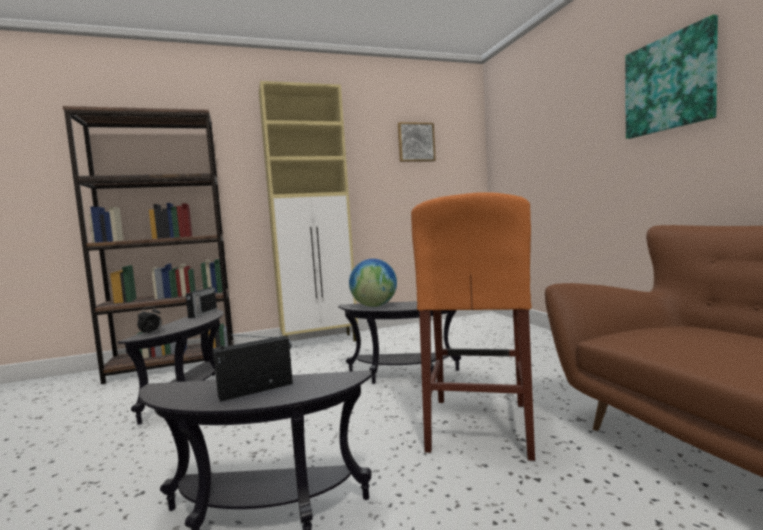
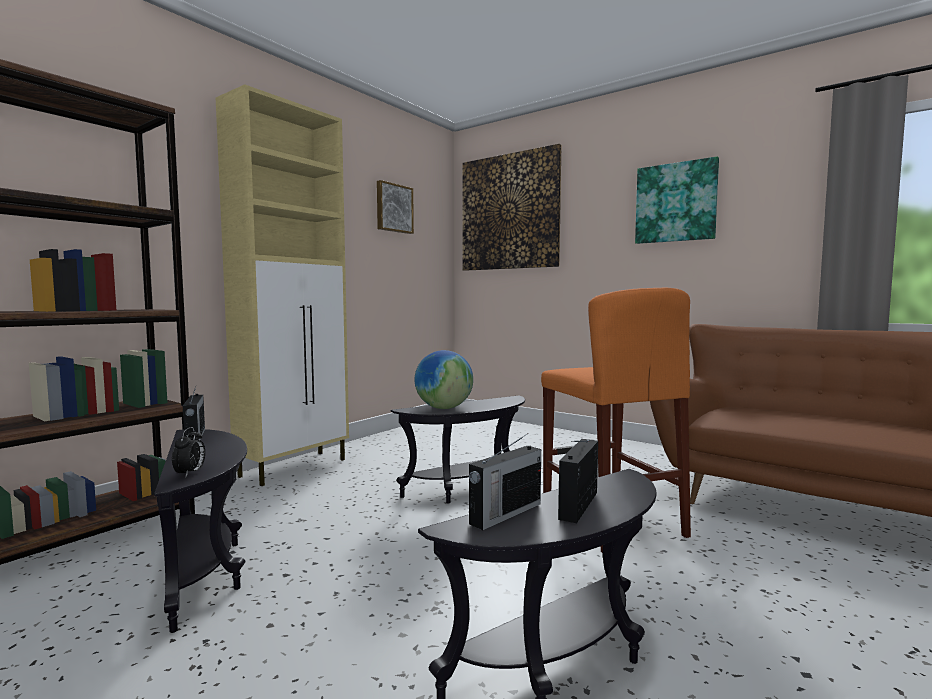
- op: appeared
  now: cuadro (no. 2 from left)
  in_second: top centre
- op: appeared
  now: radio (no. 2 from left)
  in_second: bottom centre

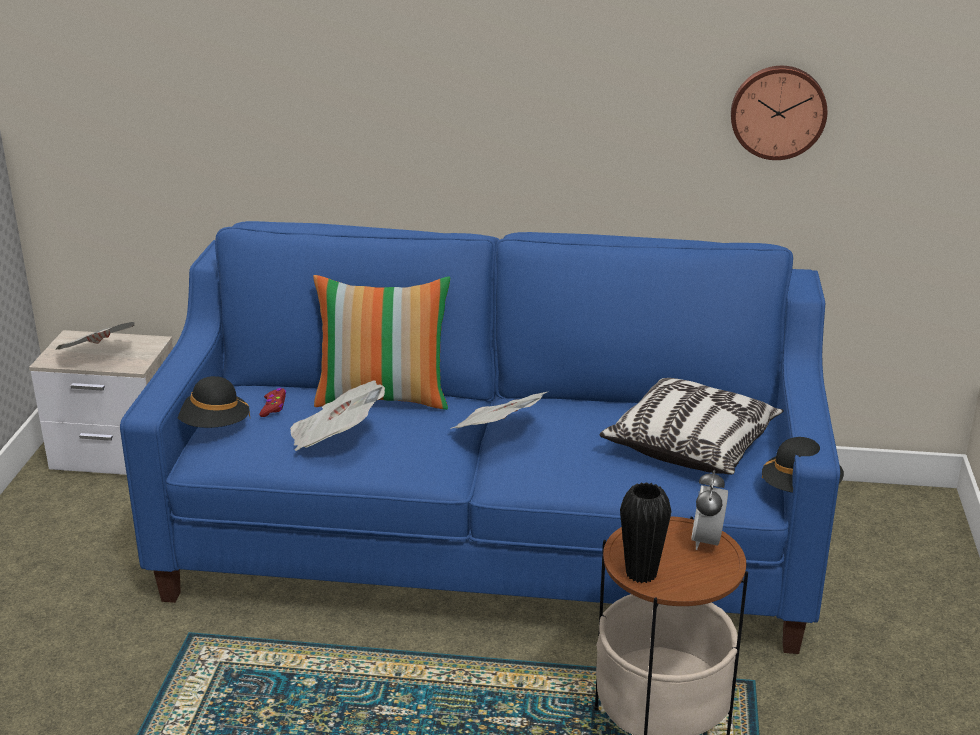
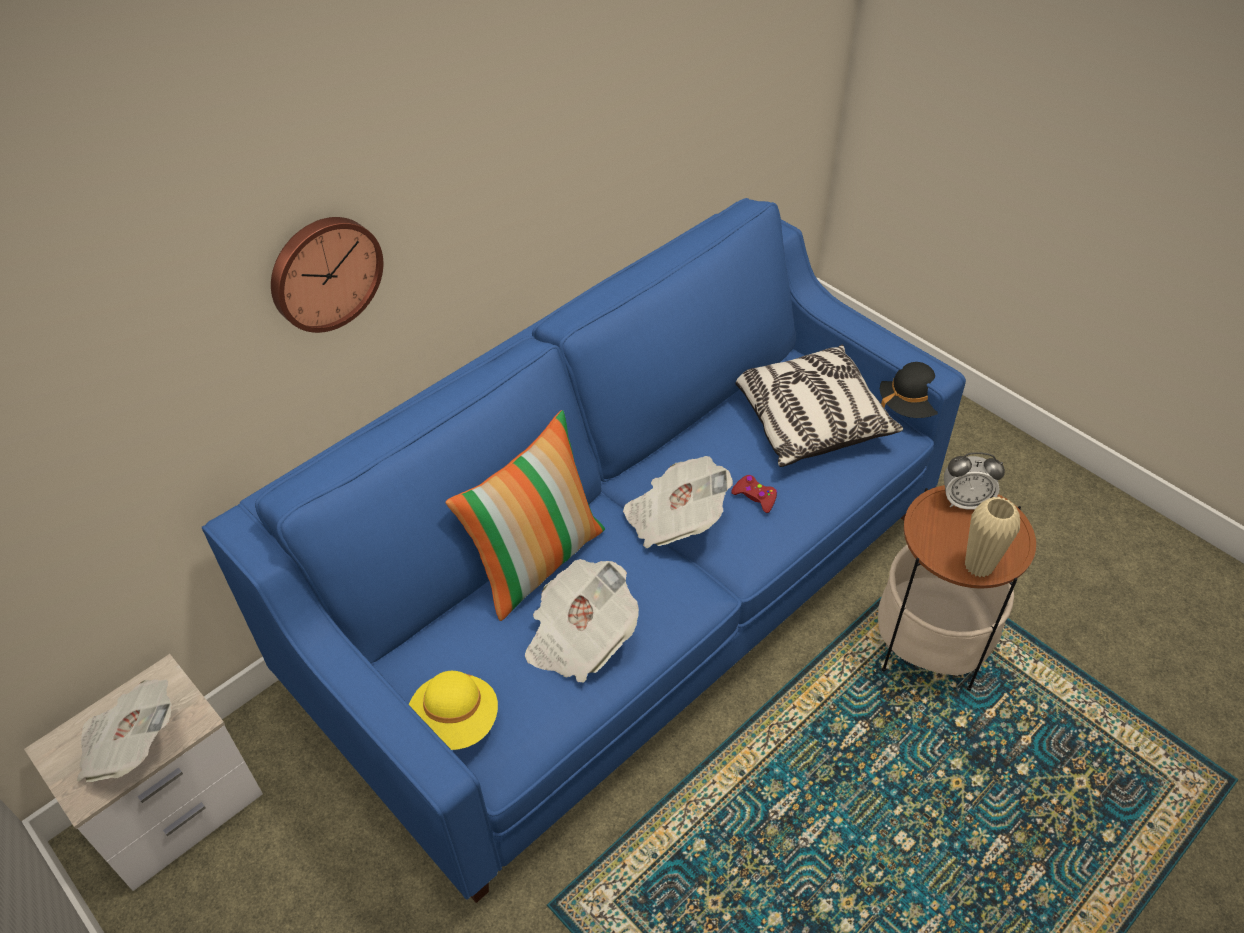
- op: colour
  was: sombrero/negro (no. 1 from left)
  now: sombrero/amarillo
  in_first: middle left
  in_second: bottom centre
- op: relocated
  was: mando de consola/rojo
  in_first: middle left
  in_second: centre
- op: colour
  was: florero/negro
  now: florero/beis
  in_first: bottom centre
  in_second: middle right
- op: spun
  was: despertador
  in_first: bottom right
  in_second: middle right
  clockwise: -45
- op: relocated
  was: reloj de pared
  in_first: top right
  in_second: top left

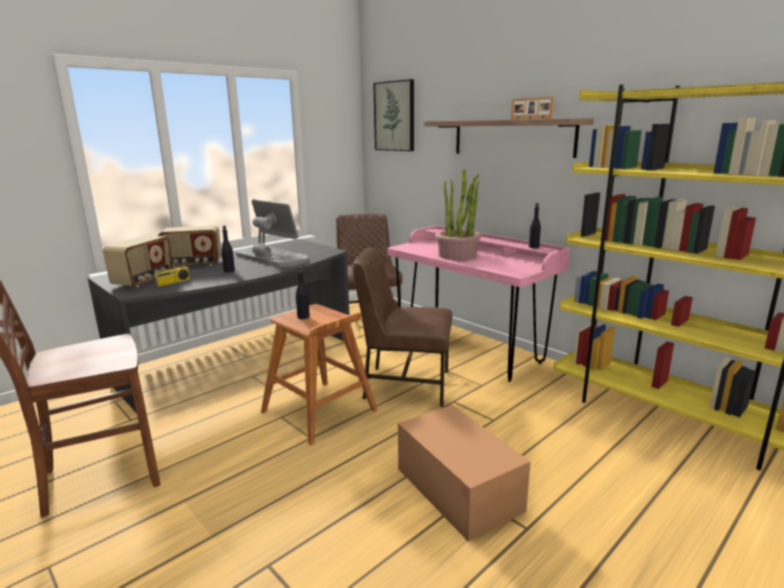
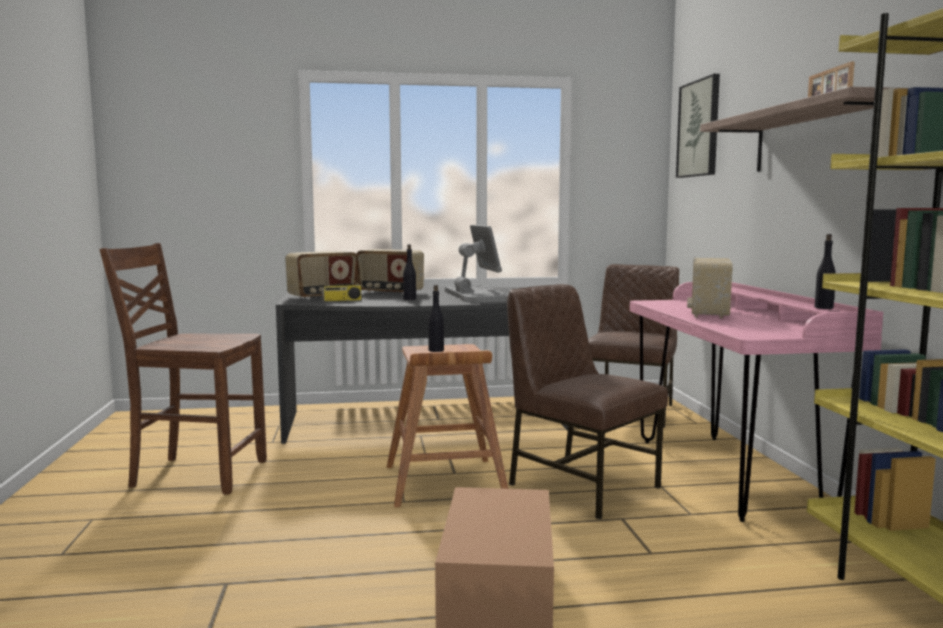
- op: exchanged
  was: planta en maceta
  now: radio (no. 4 from left)
  in_first: centre
  in_second: middle right

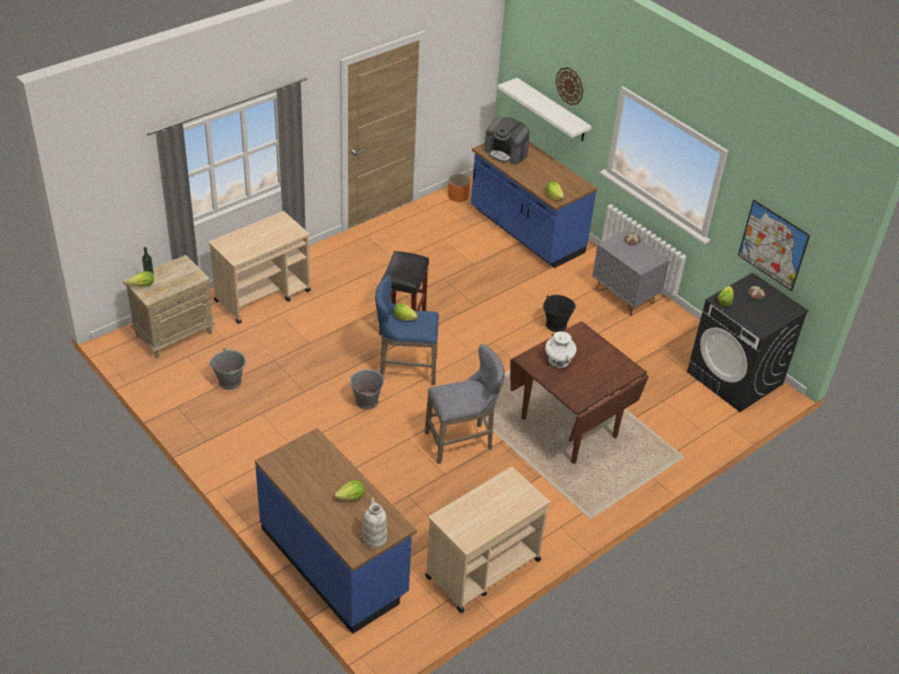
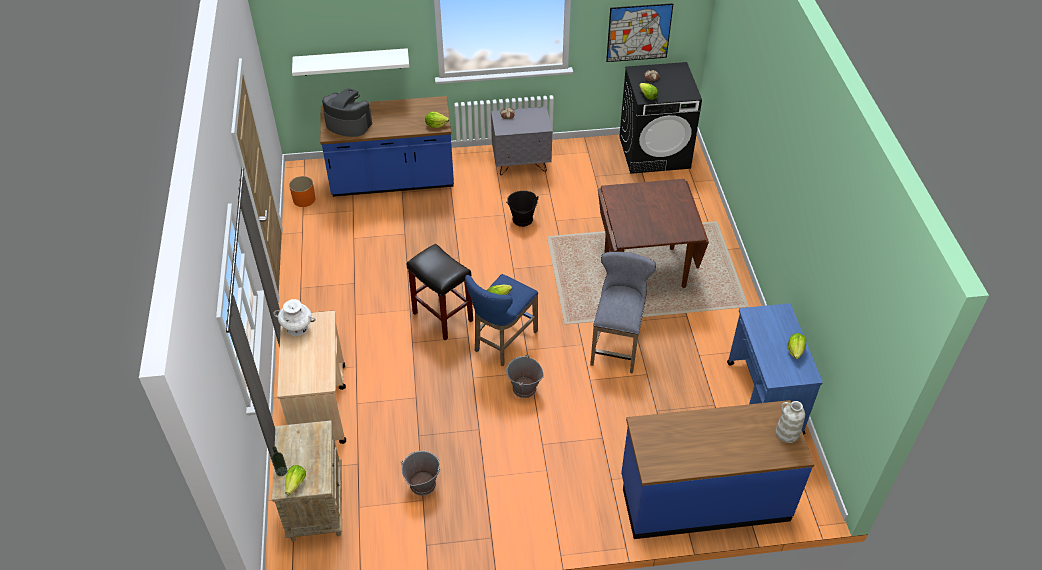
- op: relocated
  was: lechuga (no. 2 from left in the first image)
  now: lechuga (no. 5 from left)
  in_first: bottom centre
  in_second: middle right
- op: colour
  was: carrito/beis (no. 2 from left)
  now: carrito/azul
  in_first: bottom centre
  in_second: middle right
- op: spun
  was: cafetera
  in_first: top centre
  in_second: top left
  clockwise: -135
- op: relocated
  was: florero/blanco (no. 2 from left in the first image)
  now: florero/blanco (no. 1 from left)
  in_first: centre
  in_second: middle left
- op: missing
  was: reloj de pared
  in_first: top centre

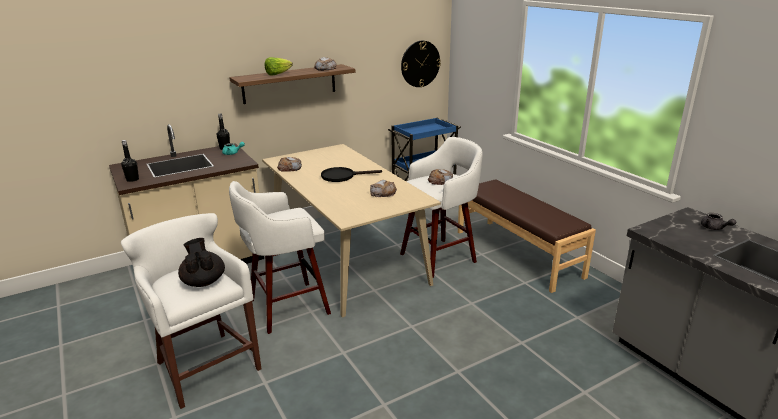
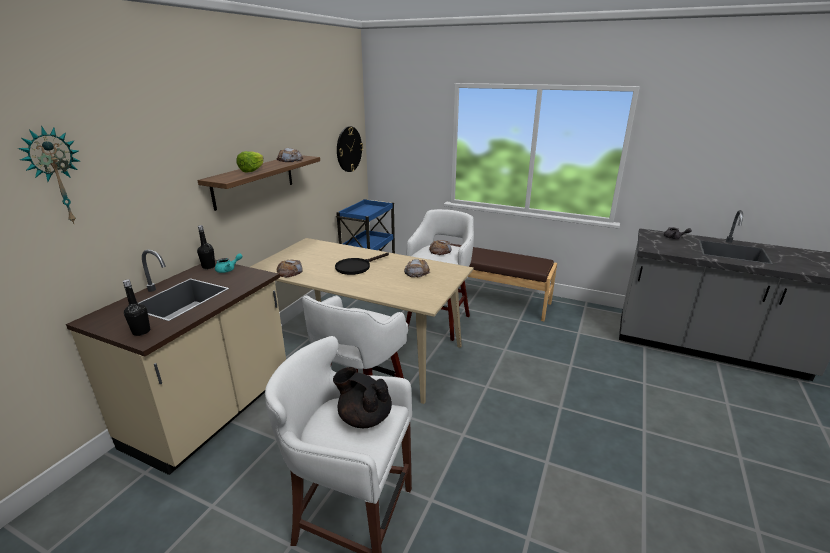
- op: appeared
  now: reloj de pared (no. 1 from left)
  in_second: top left

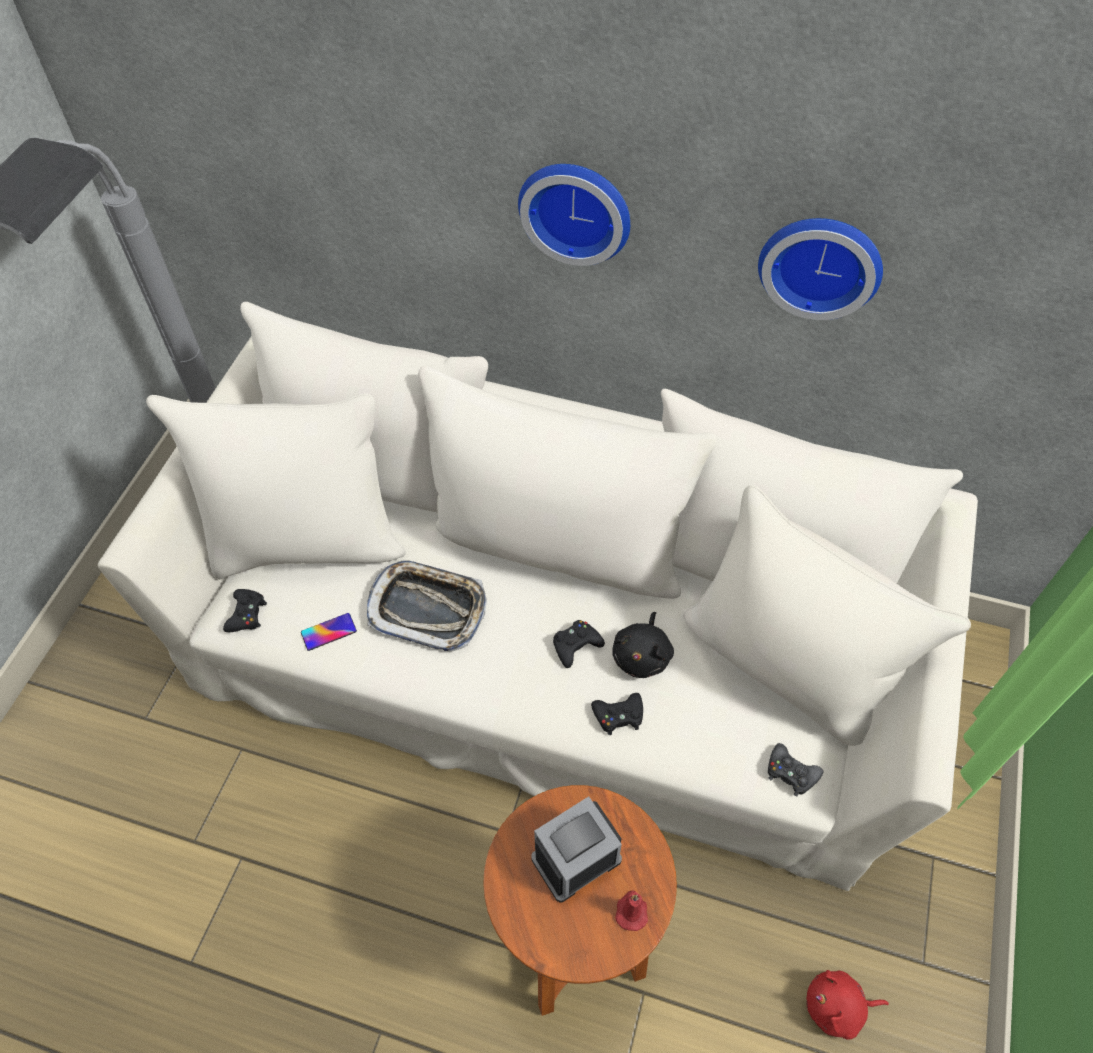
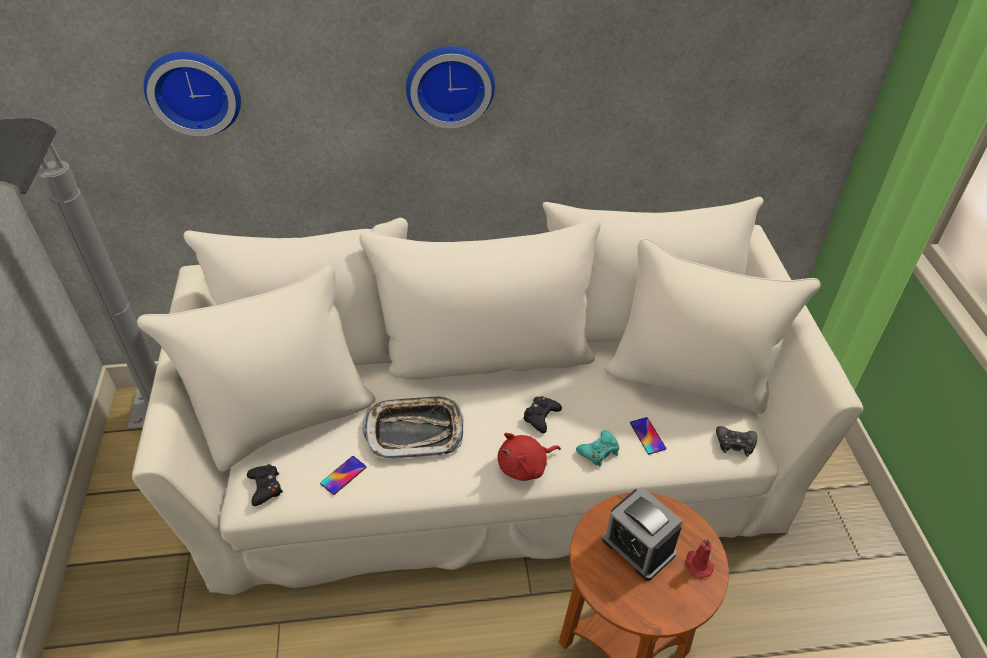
- op: spun
  was: despertador
  in_first: bottom centre
  in_second: bottom centre
  clockwise: -75
- op: colour
  was: mando de consola/negro (no. 3 from left)
  now: mando de consola/turquesa
  in_first: bottom centre
  in_second: bottom centre
- op: missing
  was: peluche/negro
  in_first: centre
- op: relocated
  was: reloj de pared (no. 2 from left in the first image)
  now: reloj de pared (no. 1 from left)
  in_first: top right
  in_second: top left
- op: relocated
  was: peluche/rojo
  in_first: bottom right
  in_second: bottom centre
- op: appeared
  now: móvil (no. 2 from left)
  in_second: centre

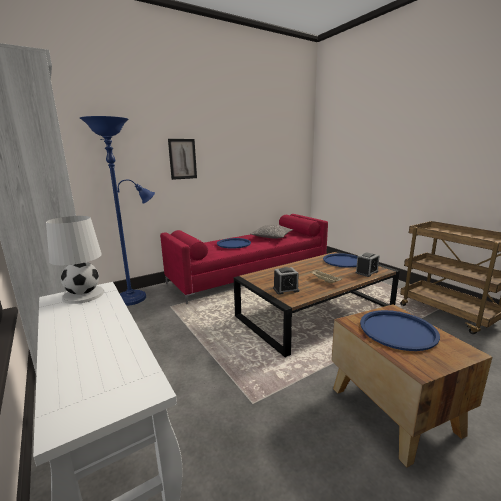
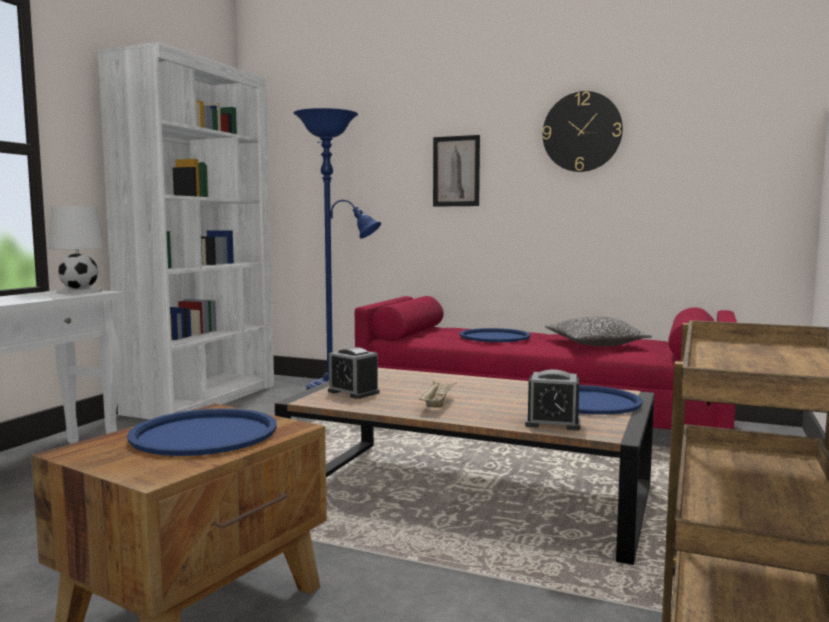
- op: appeared
  now: reloj de pared
  in_second: top right

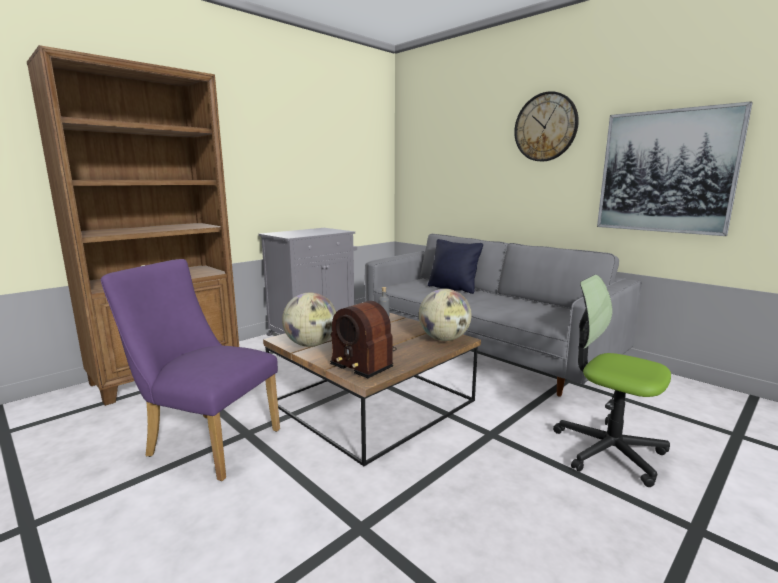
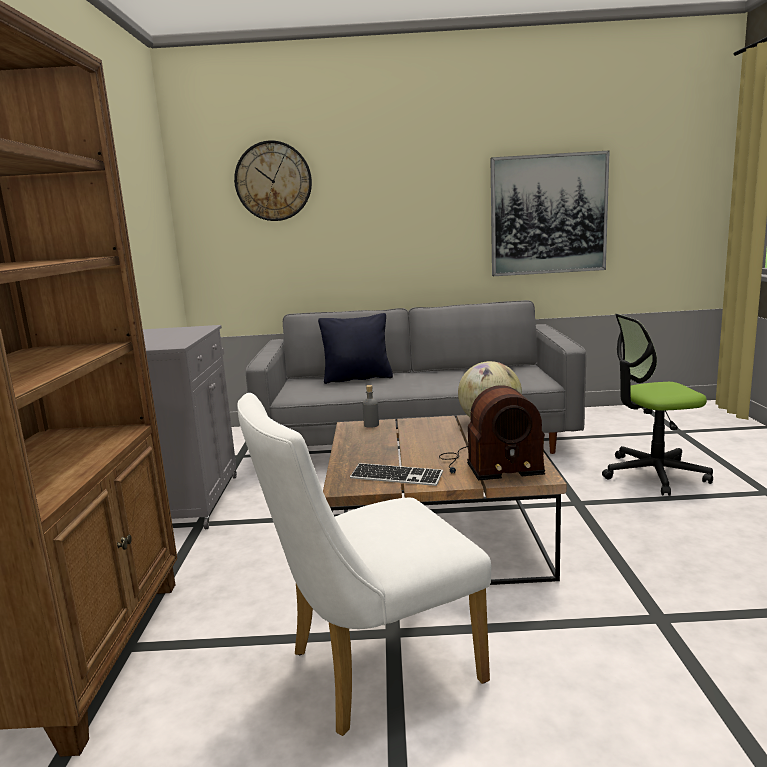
- op: colour
  was: silla/morado
  now: silla/blanco
  in_first: middle left
  in_second: bottom centre
- op: exchanged
  was: globo terráqueo (no. 1 from left)
  now: teclado
  in_first: centre
  in_second: centre
- op: relocated
  was: reloj de pared
  in_first: top right
  in_second: top centre

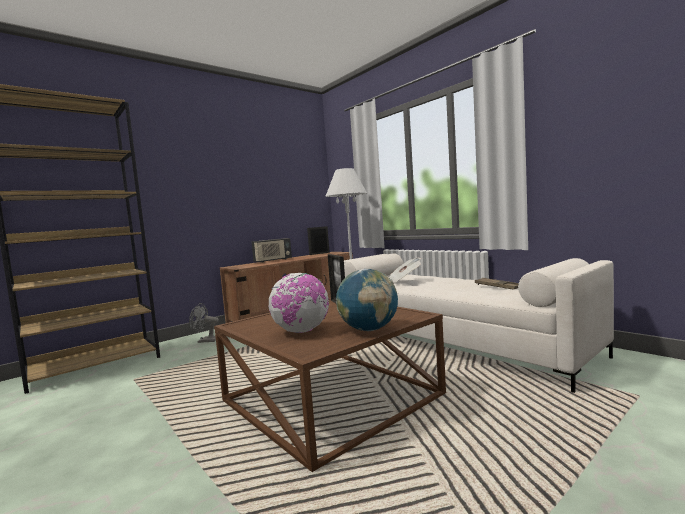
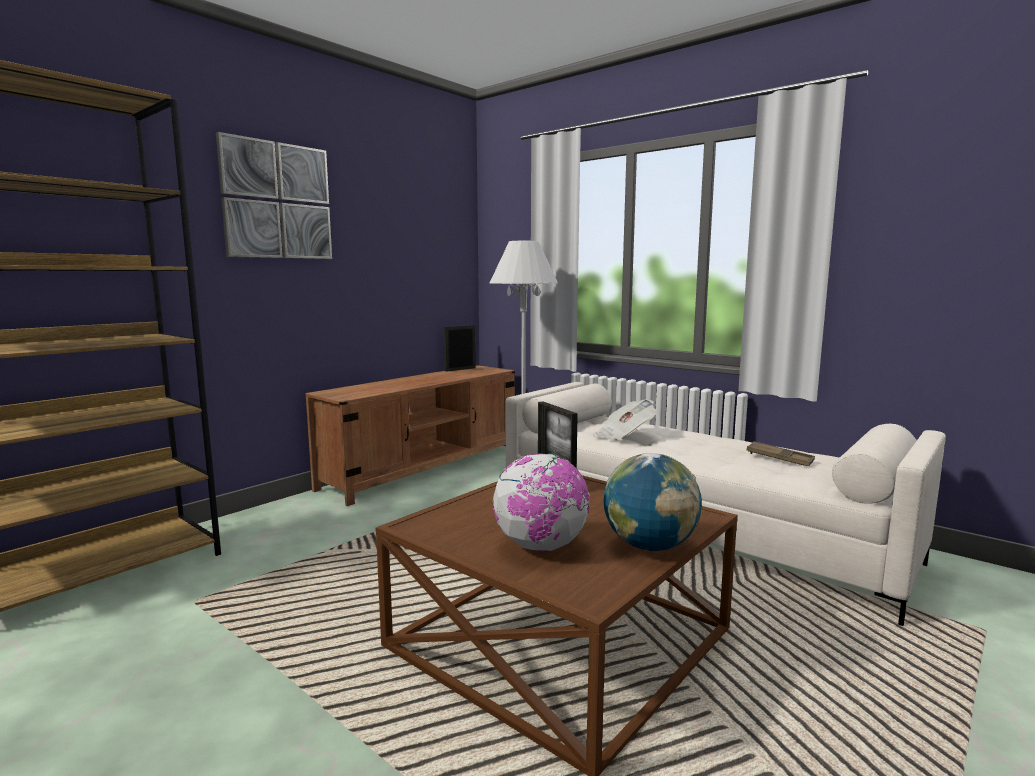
- op: missing
  was: ventilador/gris
  in_first: middle left
- op: missing
  was: radio
  in_first: centre
- op: appeared
  now: cuadro
  in_second: top left

